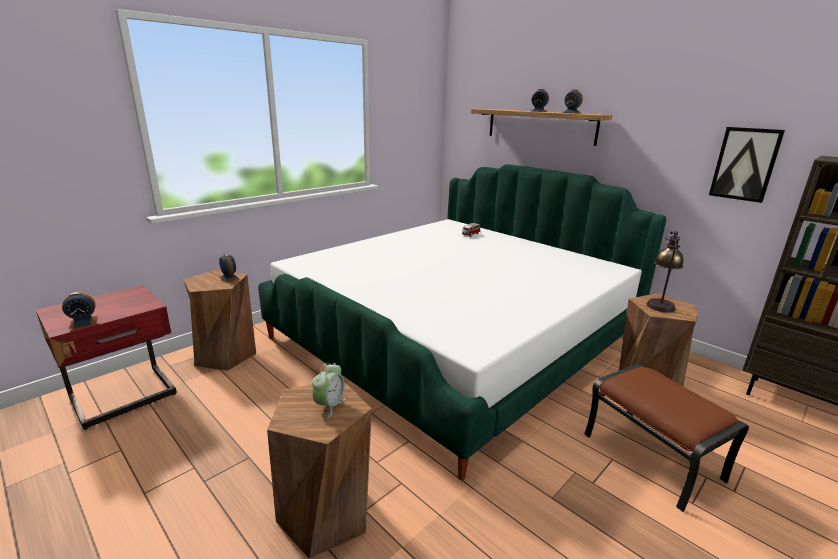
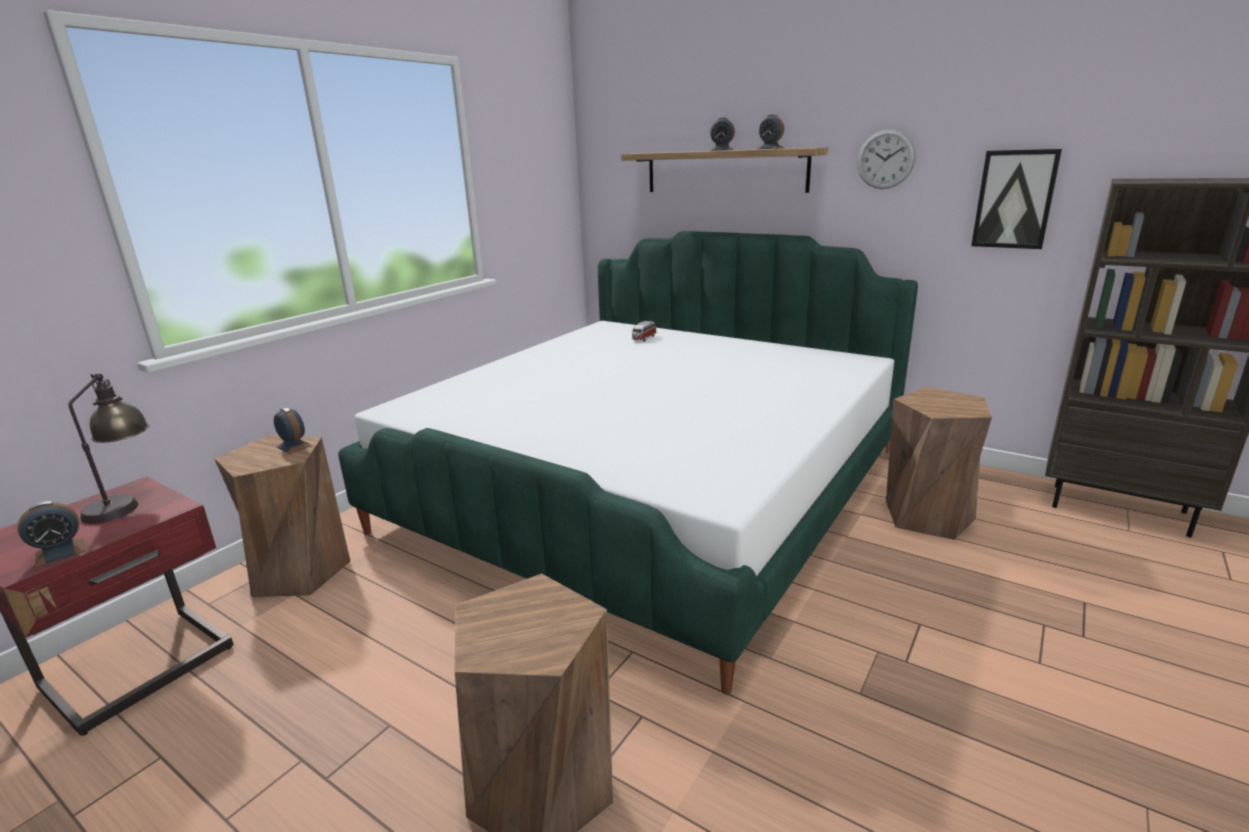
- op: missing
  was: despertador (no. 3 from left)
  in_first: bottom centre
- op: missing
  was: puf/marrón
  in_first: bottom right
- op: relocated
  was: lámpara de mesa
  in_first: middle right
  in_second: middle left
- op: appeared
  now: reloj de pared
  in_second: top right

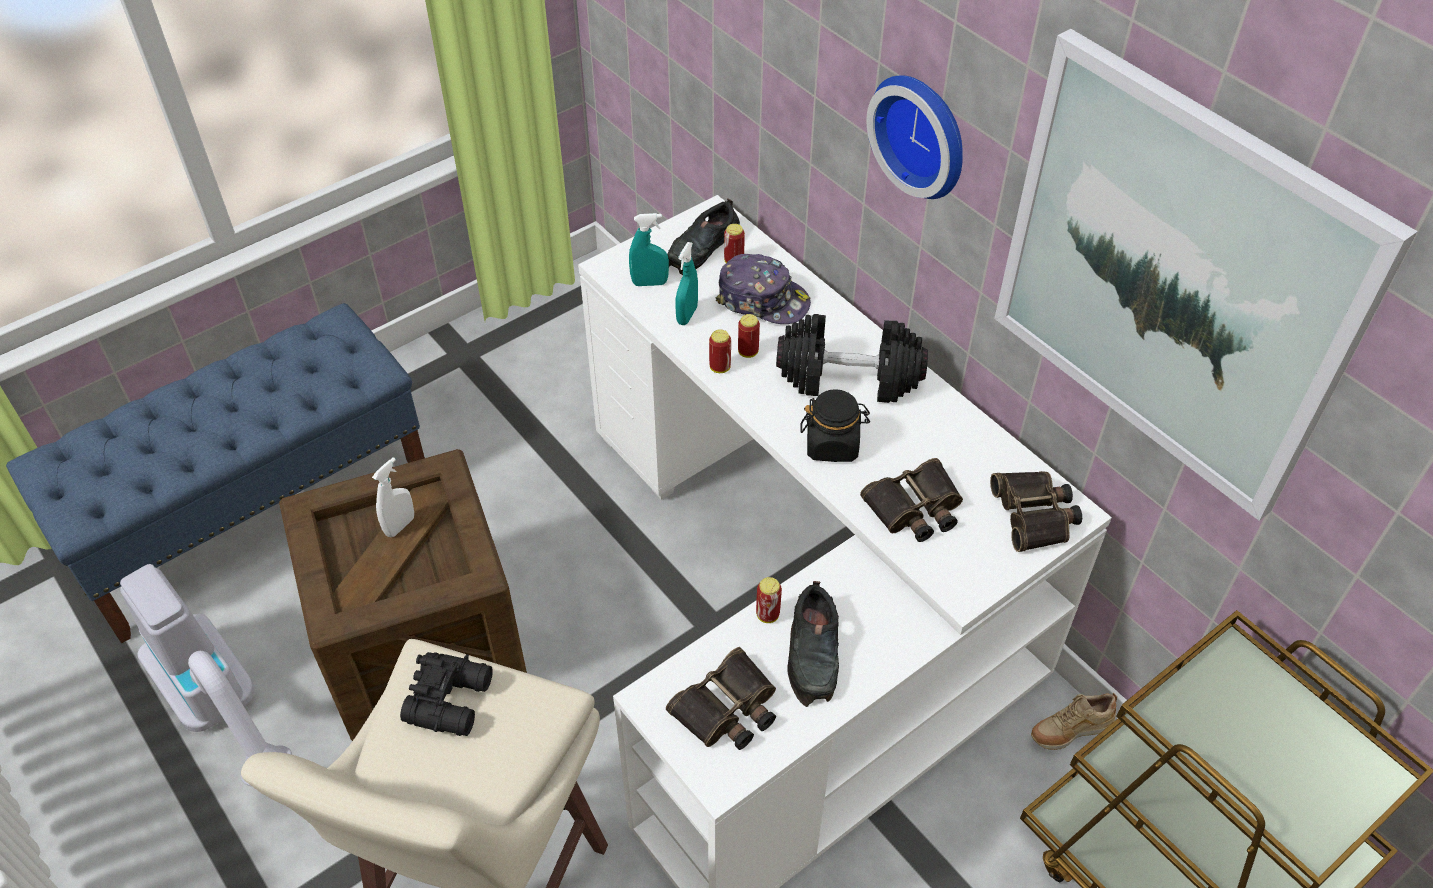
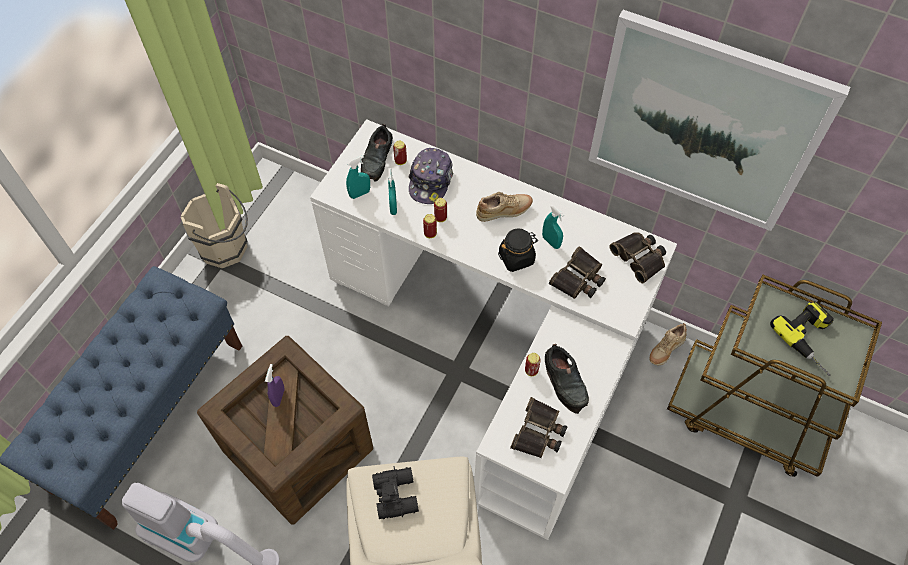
- op: colour
  was: pulverizador/blanco
  now: pulverizador/morado
  in_first: middle left
  in_second: bottom left
- op: spun
  was: gorra
  in_first: top centre
  in_second: top centre
  clockwise: 105
- op: exchanged
  was: mancuerna/negro
  now: zapato/beis (no. 1 from left)
  in_first: centre
  in_second: centre
- op: missing
  was: reloj de pared
  in_first: top centre
- op: appeared
  now: cubo/beis
  in_second: middle left
- op: appeared
  now: pulverizador/turquesa (no. 3 from left)
  in_second: centre
- op: appeared
  now: taladro
  in_second: middle right

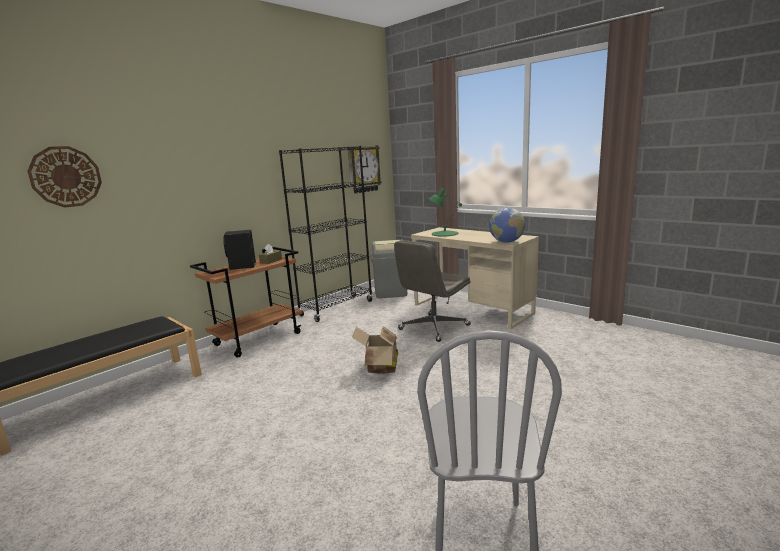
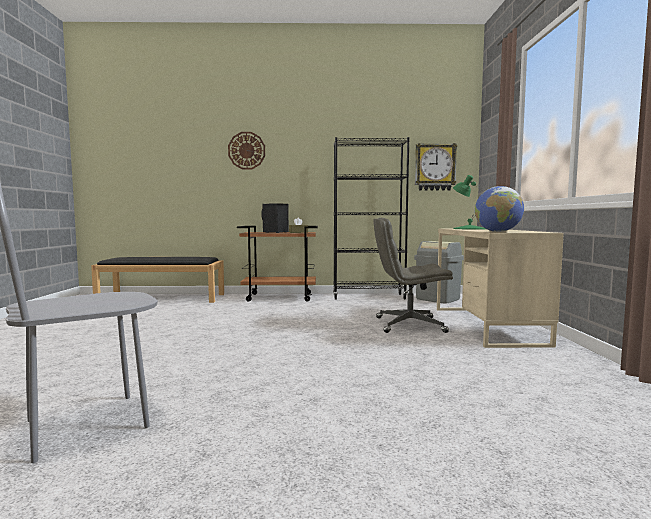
- op: relocated
  was: reloj de pared (no. 1 from left)
  in_first: top left
  in_second: top centre
- op: missing
  was: caja de cartón
  in_first: centre

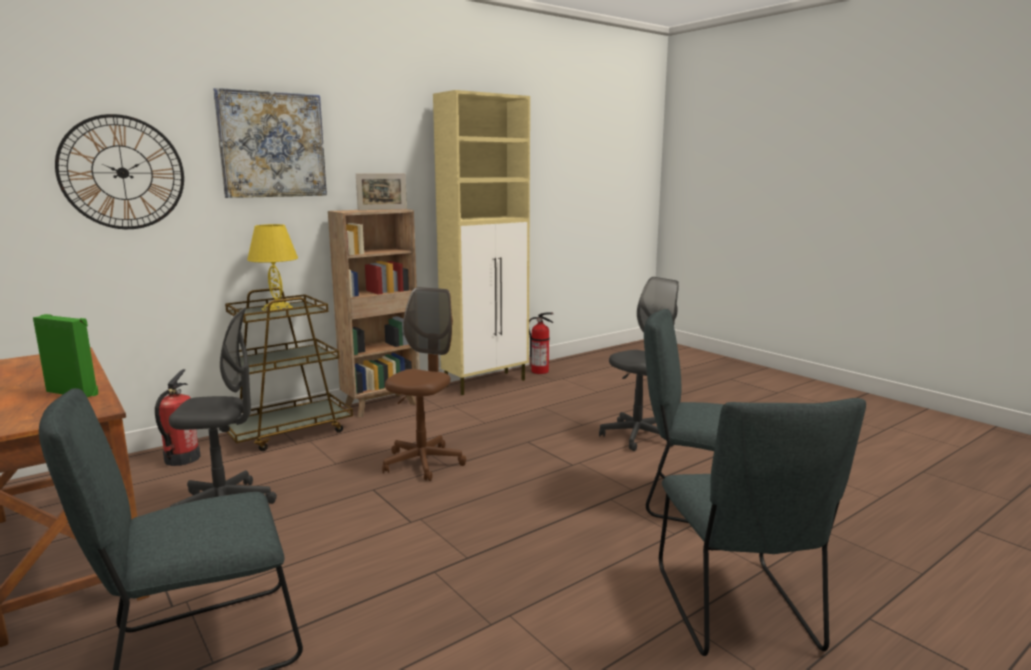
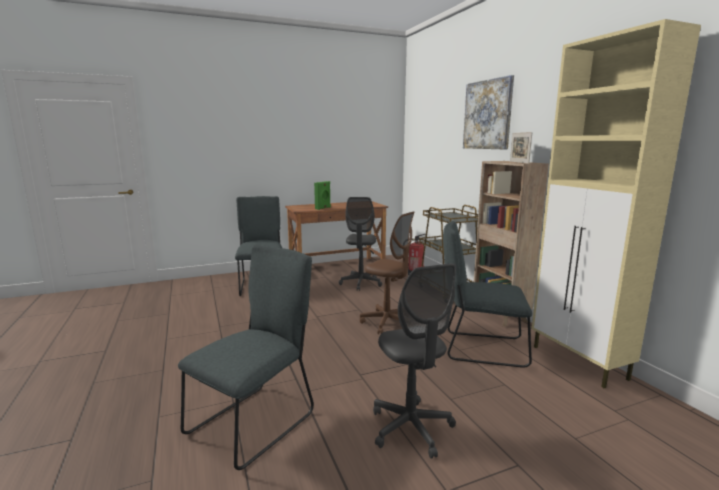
- op: missing
  was: reloj de pared
  in_first: top left
- op: missing
  was: lámpara de mesa/amarillo
  in_first: middle left
- op: missing
  was: extintor (no. 2 from left)
  in_first: centre
- op: relocated
  was: silla/gris (no. 3 from left)
  in_first: bottom right
  in_second: middle right

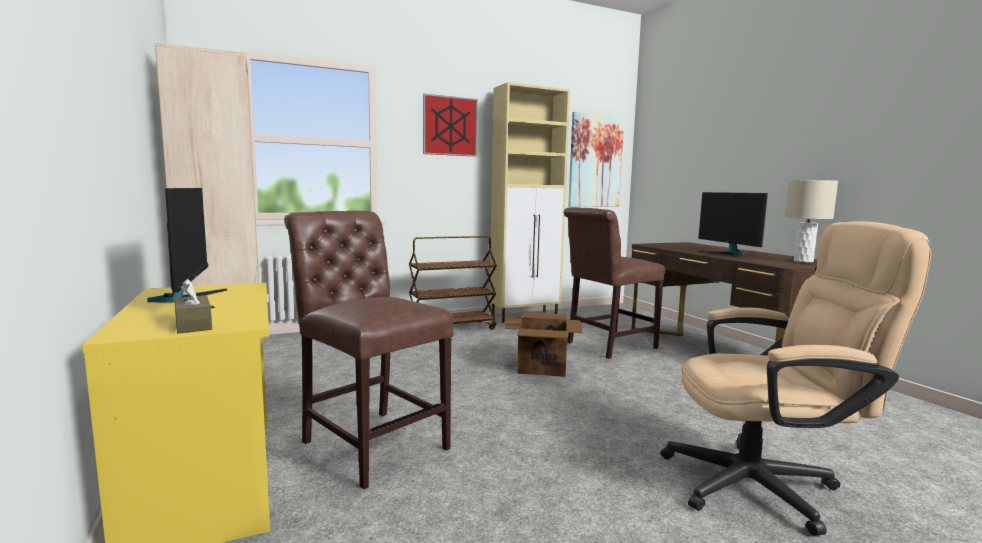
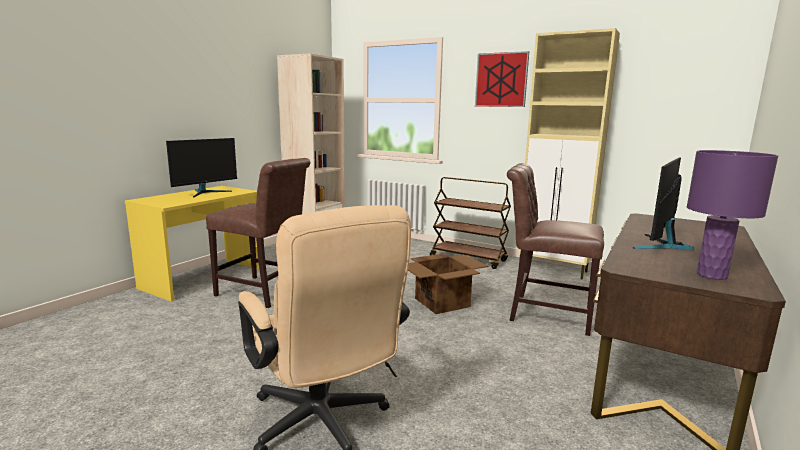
- op: missing
  was: caja de pañuelos/marrón
  in_first: middle left
- op: spun
  was: silla/marrón (no. 1 from left)
  in_first: centre
  in_second: middle left
  clockwise: 105
- op: missing
  was: cuadro (no. 2 from left)
  in_first: top centre
- op: colour
  was: lámpara de mesa/beis
  now: lámpara de mesa/morado
  in_first: middle right
  in_second: middle right

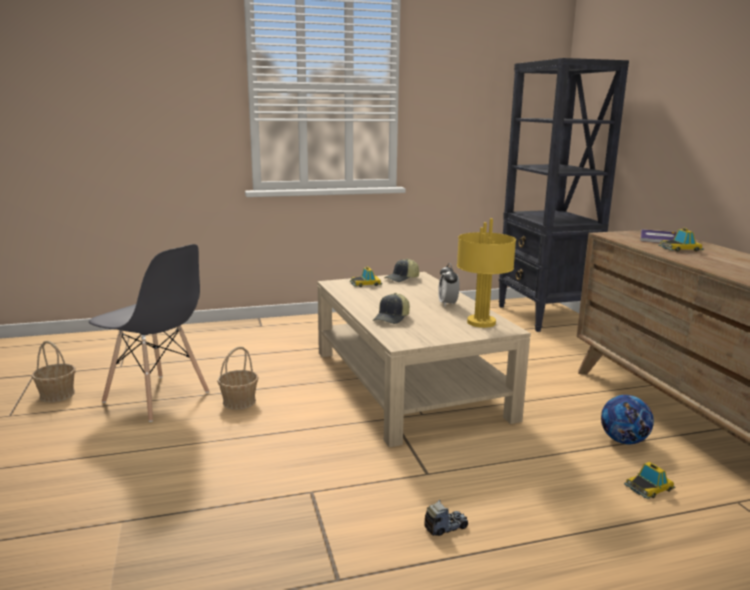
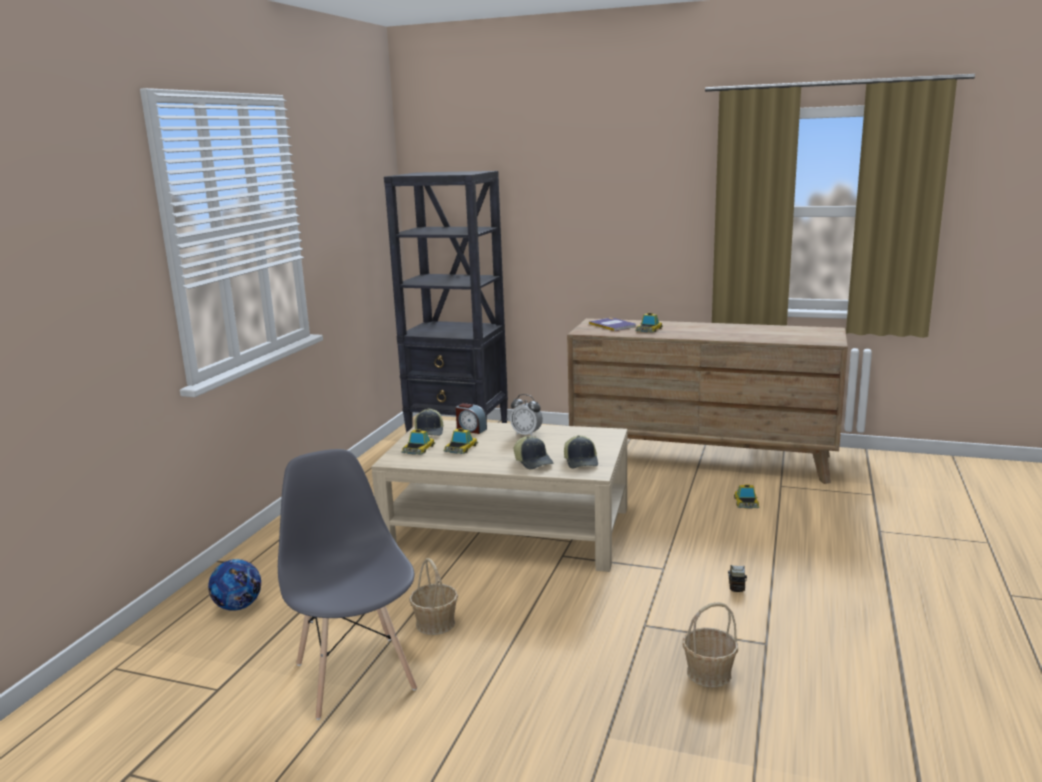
- op: relocated
  was: cesta (no. 1 from left in the first image)
  now: cesta (no. 2 from left)
  in_first: middle left
  in_second: bottom right
- op: spun
  was: silla/gris
  in_first: middle left
  in_second: bottom left
  clockwise: -90
- op: missing
  was: lámpara de mesa/amarillo
  in_first: centre
- op: relocated
  was: balón de fútbol
  in_first: bottom right
  in_second: bottom left
- op: appeared
  now: coche de juguete (no. 2 from left)
  in_second: centre
- op: appeared
  now: despertador (no. 1 from left)
  in_second: centre
- op: appeared
  now: gorra (no. 3 from left)
  in_second: centre

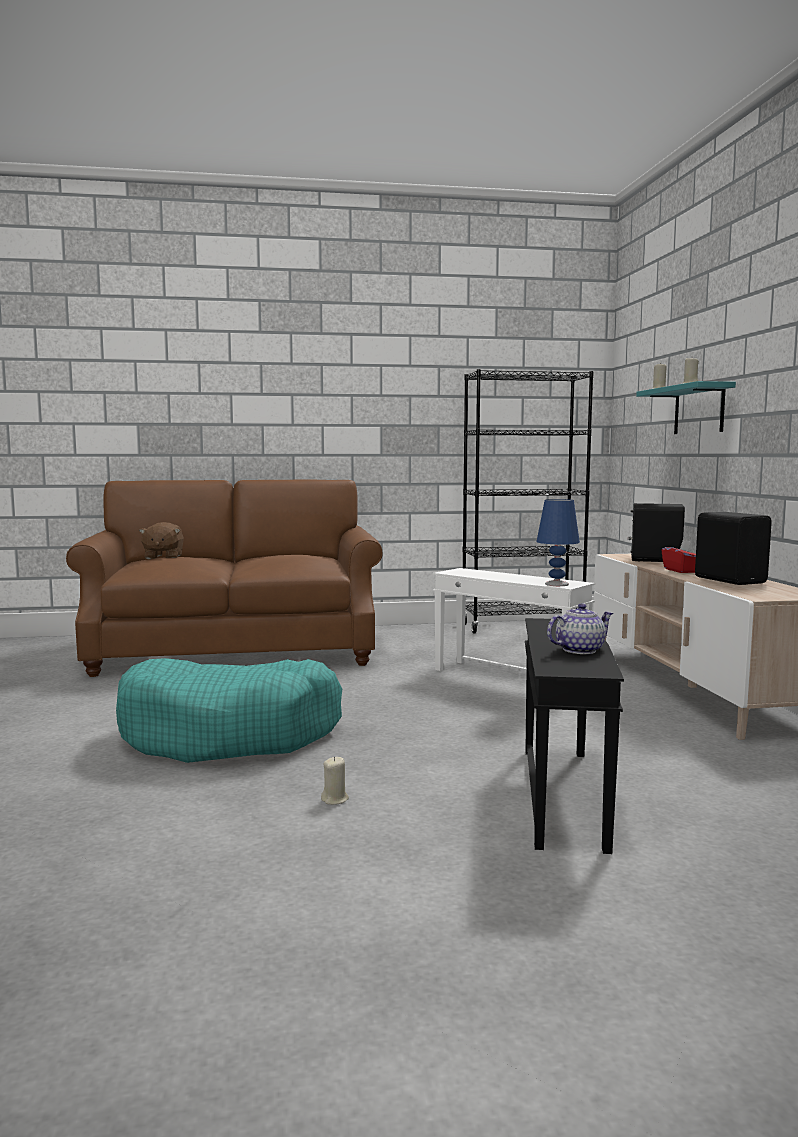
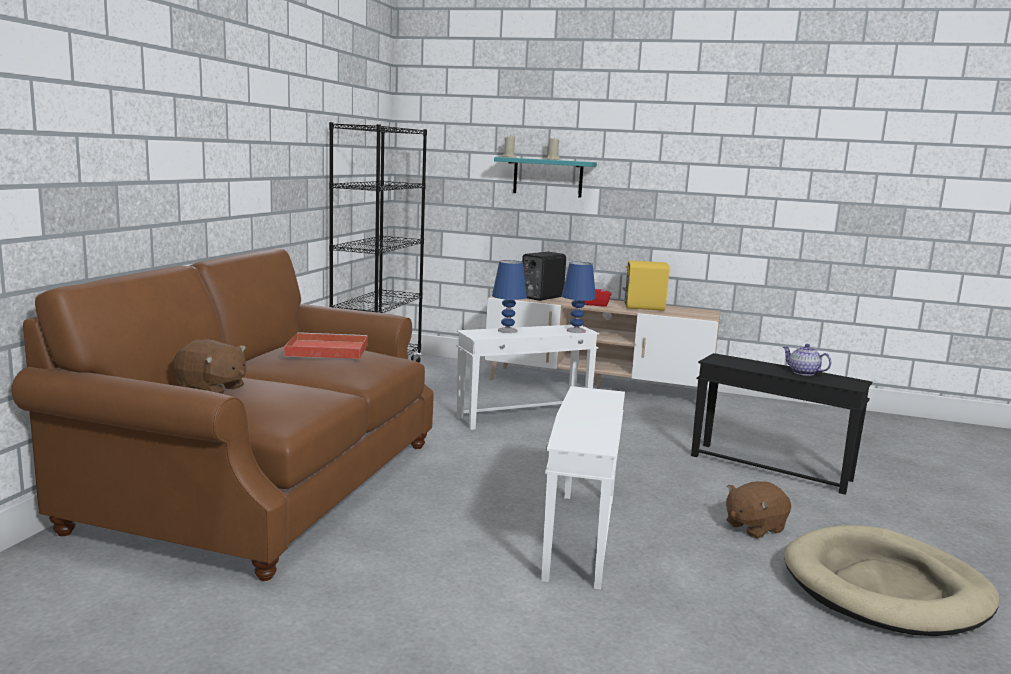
- op: exchanged
  was: cama para perro/turquesa
  now: mesa auxiliar/blanco (no. 2 from left)
  in_first: middle left
  in_second: bottom centre
- op: exchanged
  was: vela/beis (no. 1 from left)
  now: peluche/marrón (no. 2 from left)
  in_first: bottom centre
  in_second: bottom right
- op: spun
  was: tetera
  in_first: middle right
  in_second: middle right
  clockwise: -45
- op: colour
  was: altavoz/negro (no. 2 from left)
  now: altavoz/amarillo
  in_first: middle right
  in_second: centre
- op: appeared
  now: bandeja/rojo
  in_second: middle left
- op: appeared
  now: lámpara de mesa/azul (no. 1 from left)
  in_second: centre
- op: appeared
  now: cama para perro/beis
  in_second: bottom right

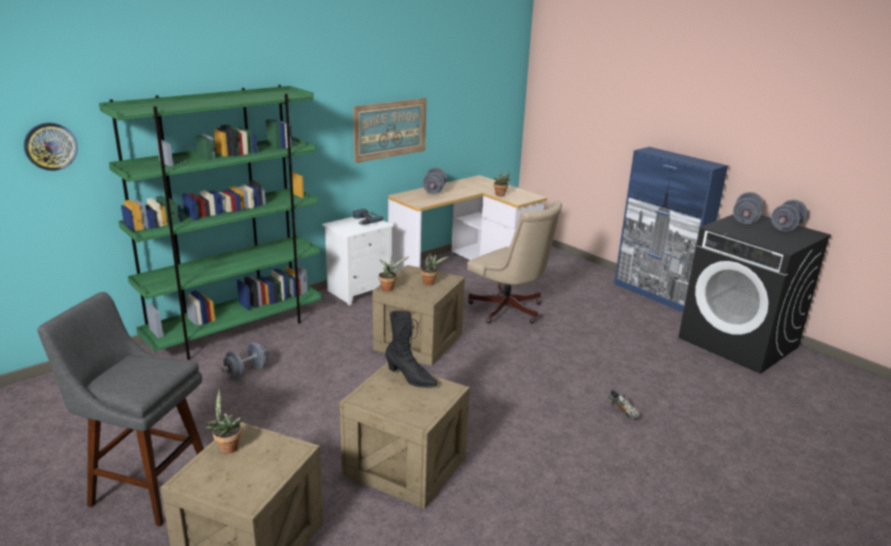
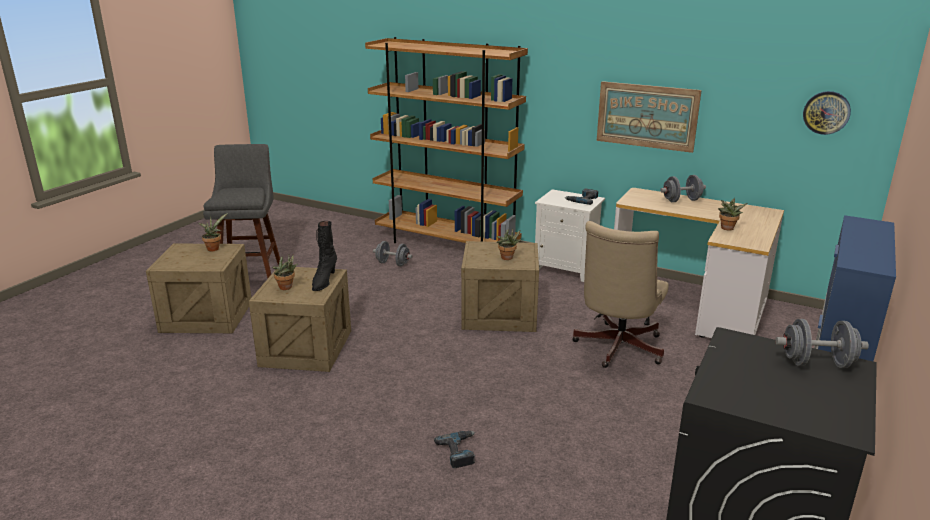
- op: relocated
  was: reloj de pared
  in_first: top left
  in_second: top right
- op: colour
  was: estantería/verde
  now: estantería/marrón
  in_first: middle left
  in_second: top centre
- op: relocated
  was: planta en maceta (no. 2 from left)
  in_first: centre
  in_second: middle left
- op: exchanged
  was: zapato
  now: taladro (no. 1 from left)
  in_first: bottom right
  in_second: bottom centre
- op: missing
  was: mancuerna/gris (no. 4 from left)
  in_first: middle right

